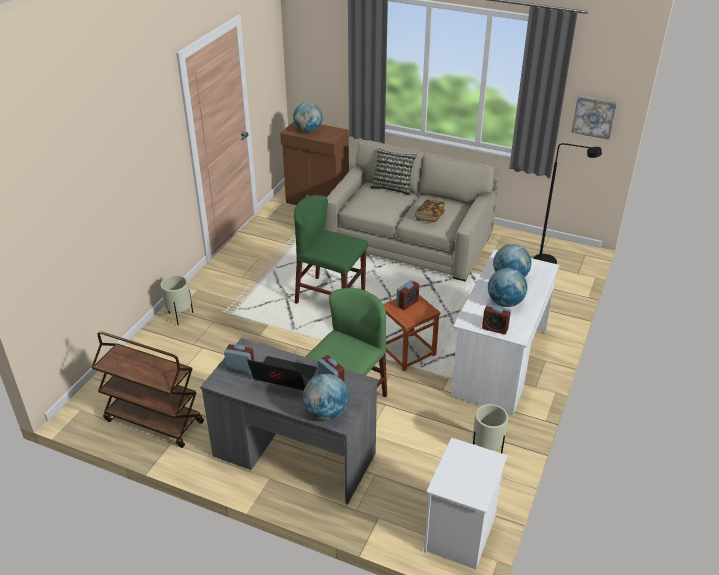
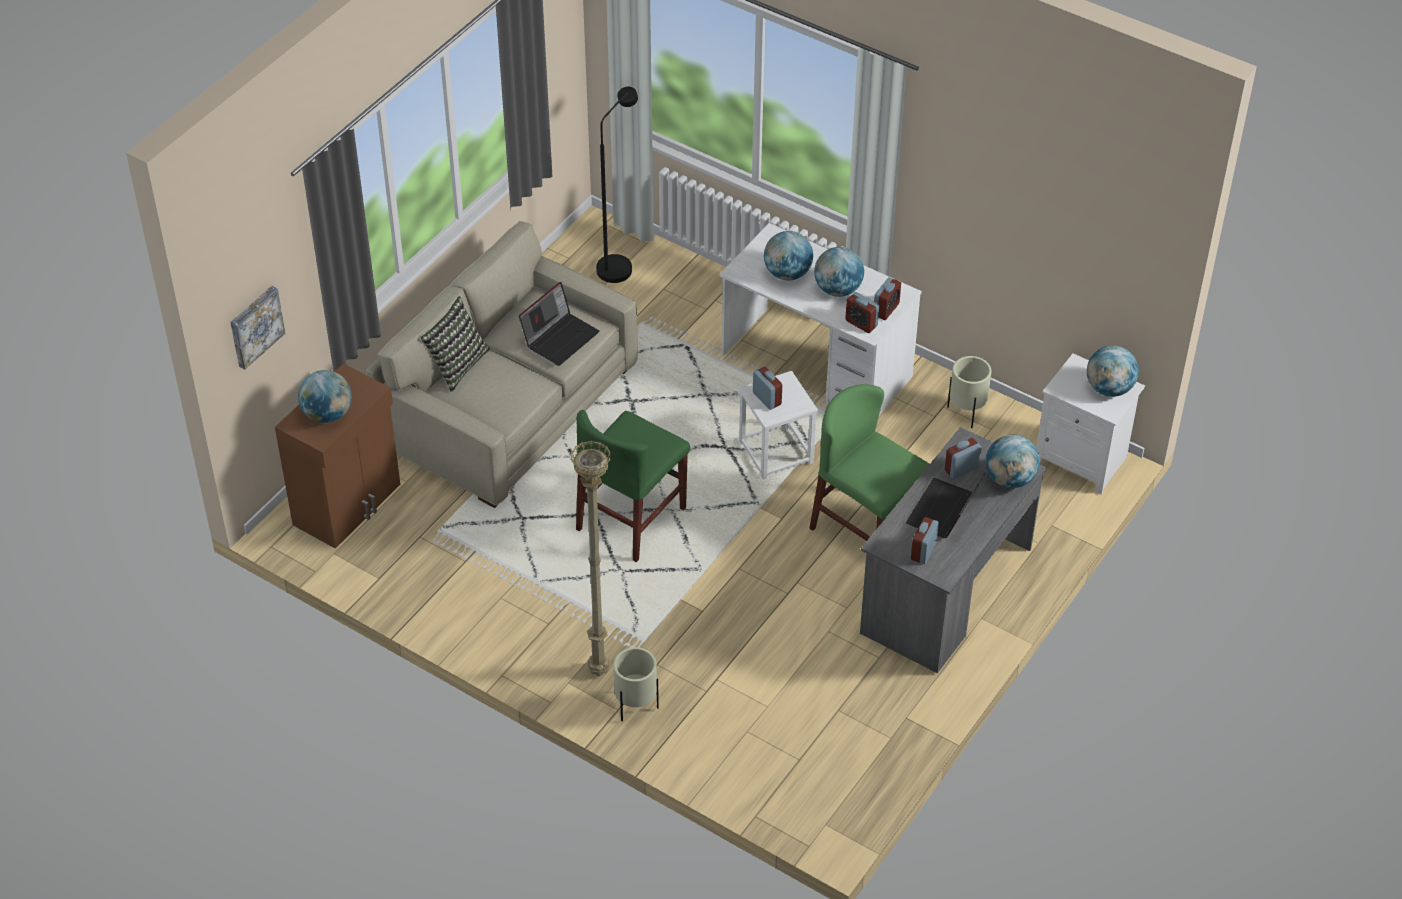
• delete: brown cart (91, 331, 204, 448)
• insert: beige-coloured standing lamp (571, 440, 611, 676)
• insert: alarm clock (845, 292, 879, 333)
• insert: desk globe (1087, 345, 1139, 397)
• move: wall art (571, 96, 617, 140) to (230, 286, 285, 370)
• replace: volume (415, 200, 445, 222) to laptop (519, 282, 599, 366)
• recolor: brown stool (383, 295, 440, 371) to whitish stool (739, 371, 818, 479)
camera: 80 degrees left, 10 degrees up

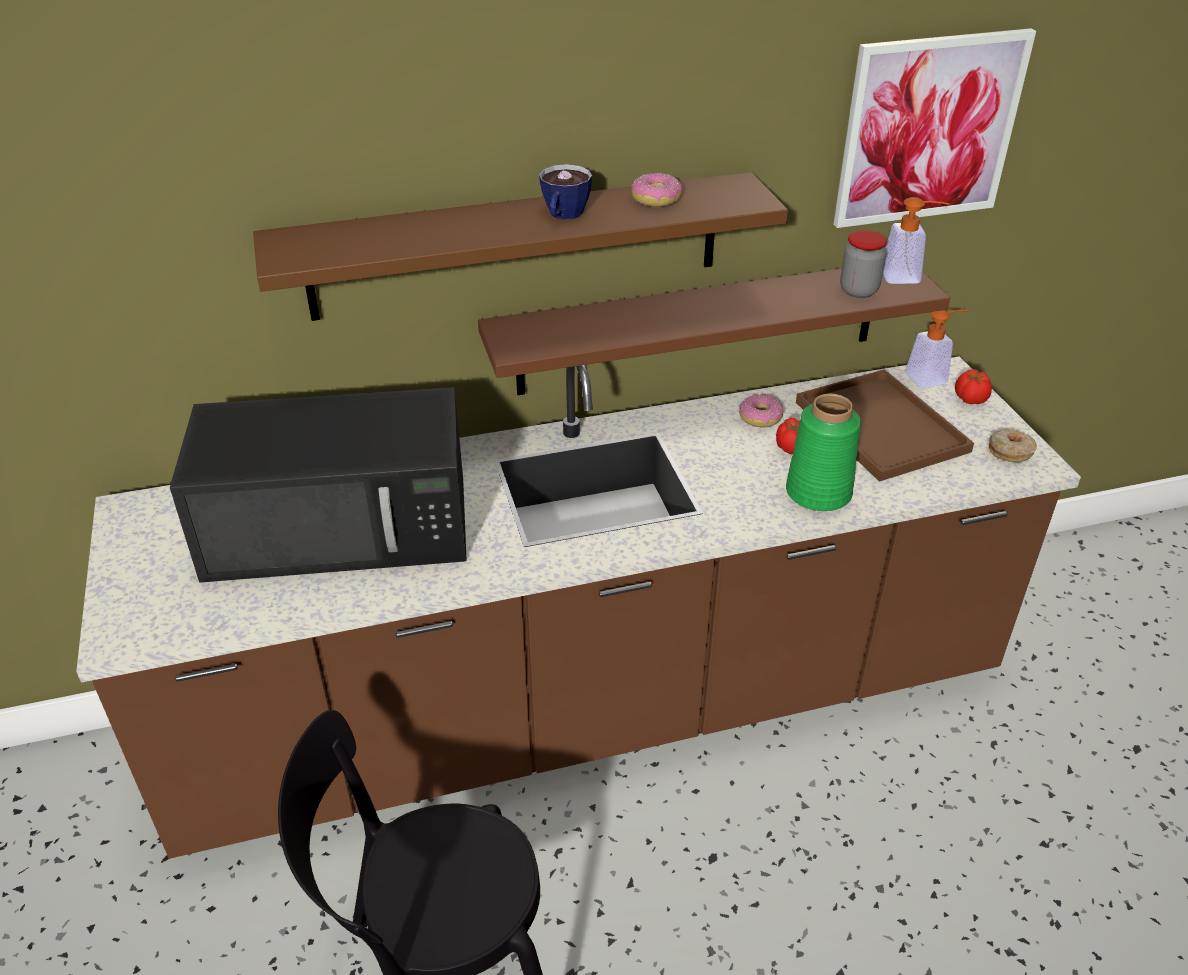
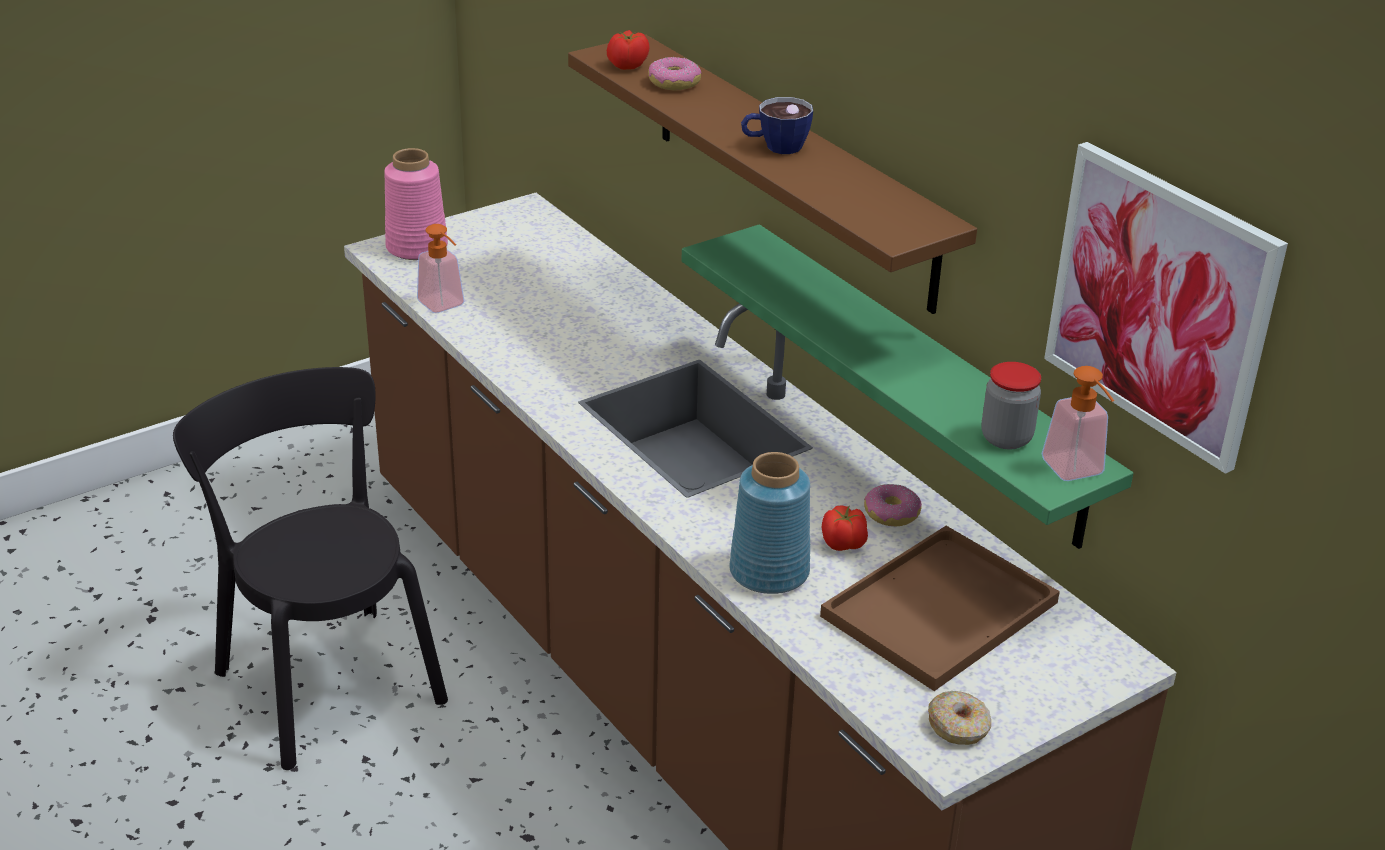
• delete: blackish kitchen microwave (170, 387, 467, 583)
• insert: pinkish flower vase (384, 148, 448, 260)
• move: doughnut (632, 173, 682, 207) to (648, 57, 702, 90)
• move: soap dispenser (905, 310, 969, 388) to (417, 224, 465, 313)
• move: whole tomato (955, 369, 992, 404) to (607, 30, 649, 70)
• recolor: brown wall shelf (478, 268, 950, 395) to green-coloured wall shelf (681, 224, 1133, 549)
• recolor: green-coloured flower vase (786, 394, 861, 511) to blue flower vase (729, 452, 810, 594)
camera: 70 degrees right, 5 degrees down

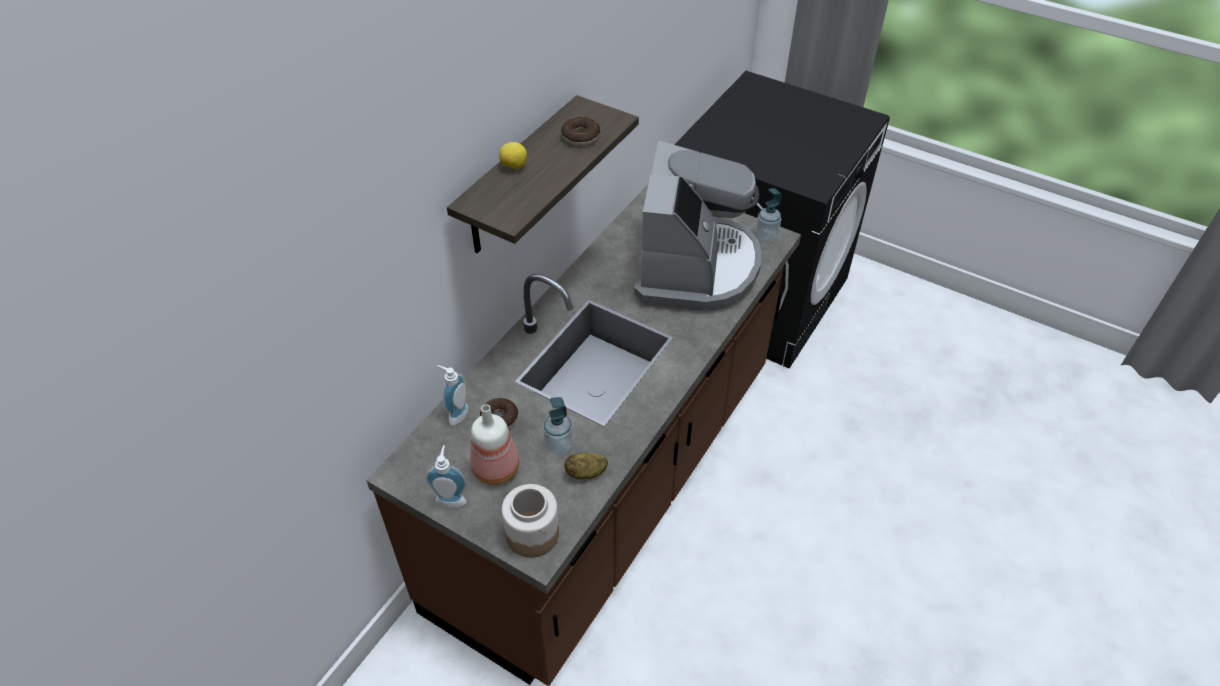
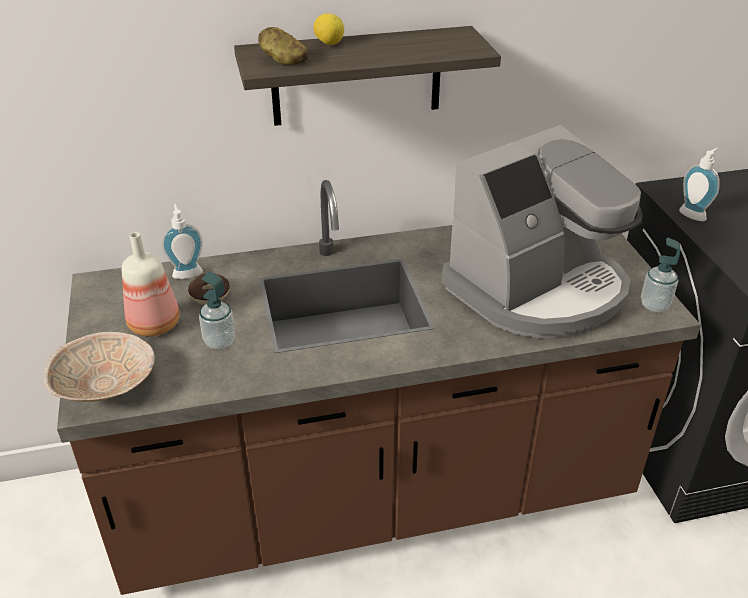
• delete: doughnut (561, 117, 600, 146)
• move: soap dispenser (425, 445, 467, 509) to (679, 148, 720, 221)
• move: whole potato (564, 453, 608, 479) to (258, 27, 308, 65)
• replace: preserve jar (502, 484, 559, 558) to beige-coloured deep dish (44, 332, 155, 402)
camera: 45 degrees right, 10 degrees down

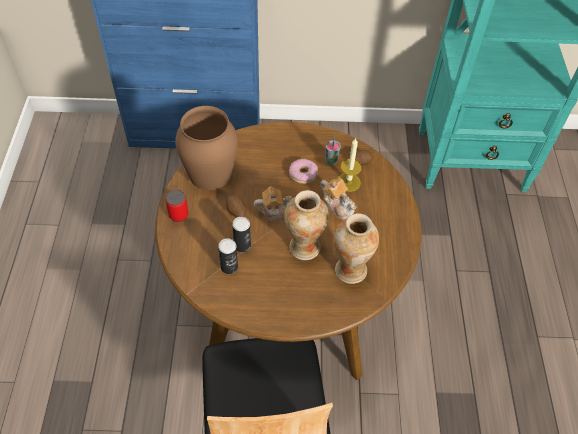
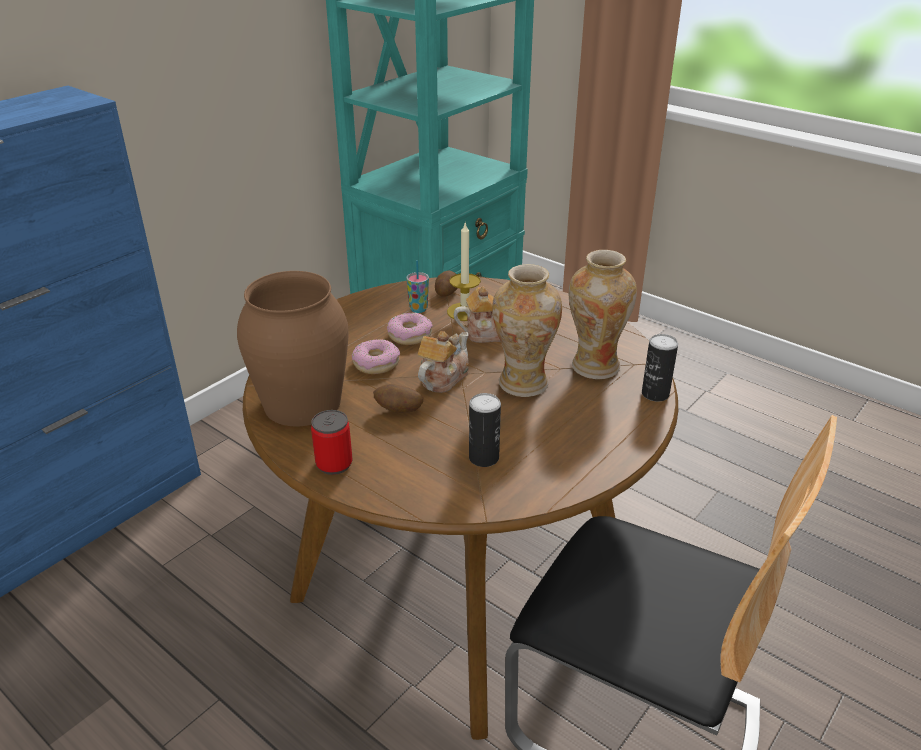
• insert: doughnut (352, 339, 400, 374)
• move: sealed can (232, 217, 251, 253) to (642, 334, 678, 402)
camera: 50 degrees left, 20 degrees down

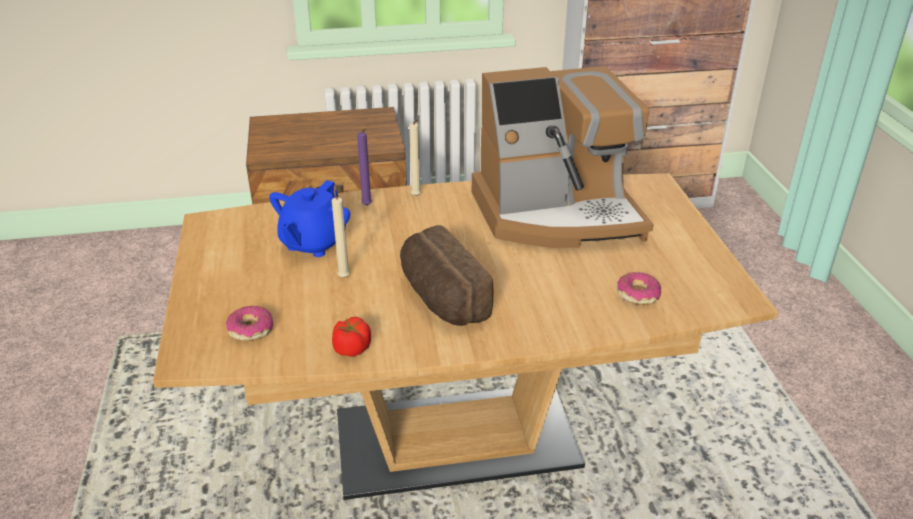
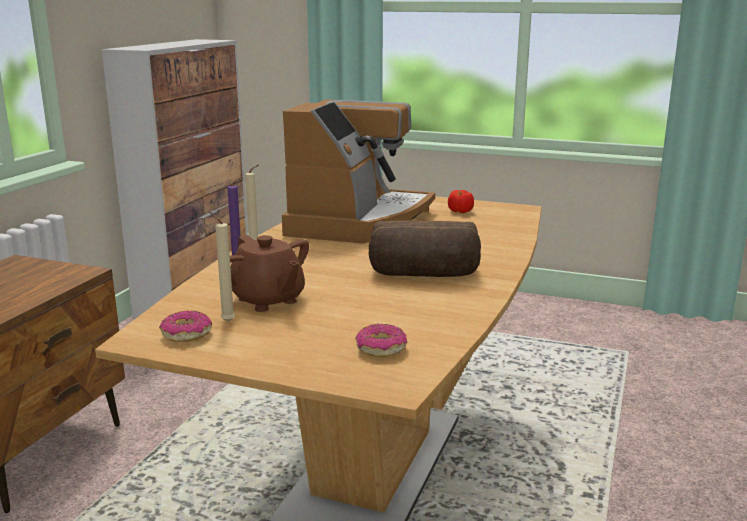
• move: beige-coloured wax candle (332, 185, 350, 278) to (209, 212, 235, 322)
• move: whole tomato (332, 317, 371, 357) to (448, 190, 474, 213)
• move: doughnut (617, 272, 661, 305) to (159, 311, 212, 342)
• recolor: blue tea pot (269, 180, 350, 257) to brown tea pot (230, 235, 309, 312)
camera: 60 degrees left, 15 degrees down

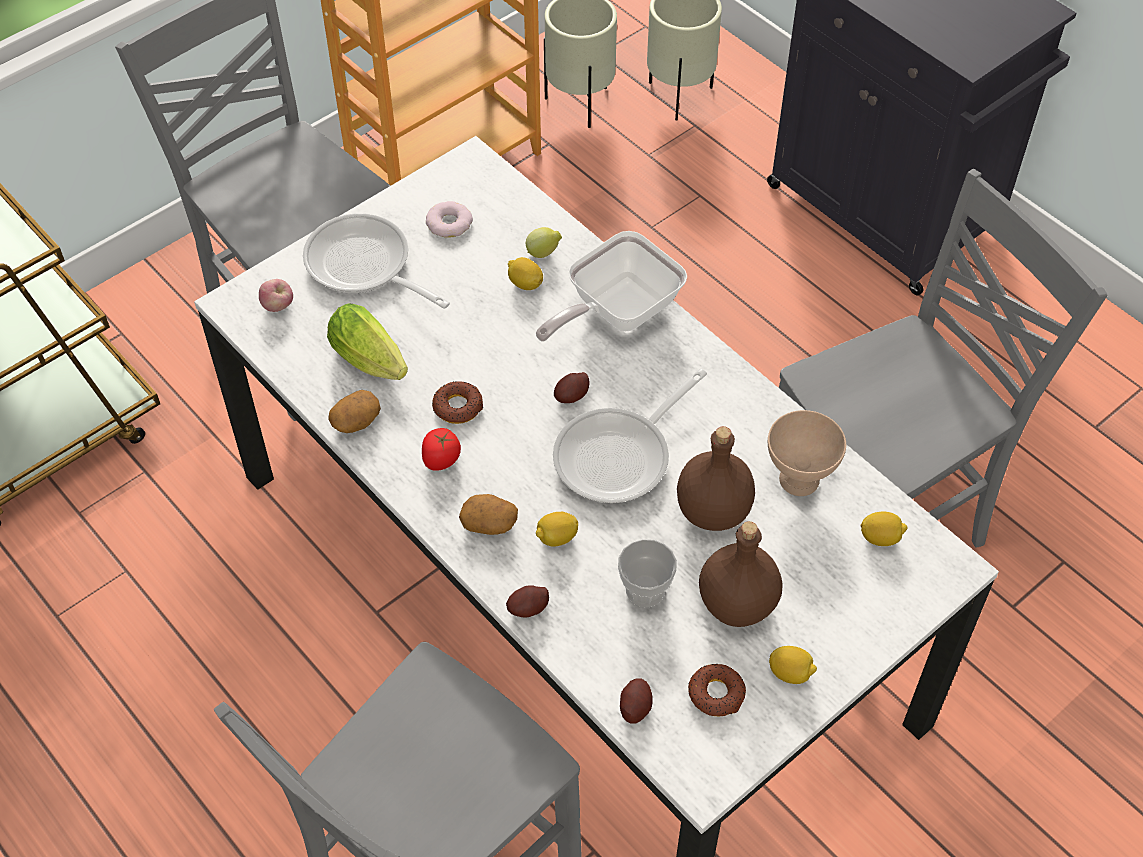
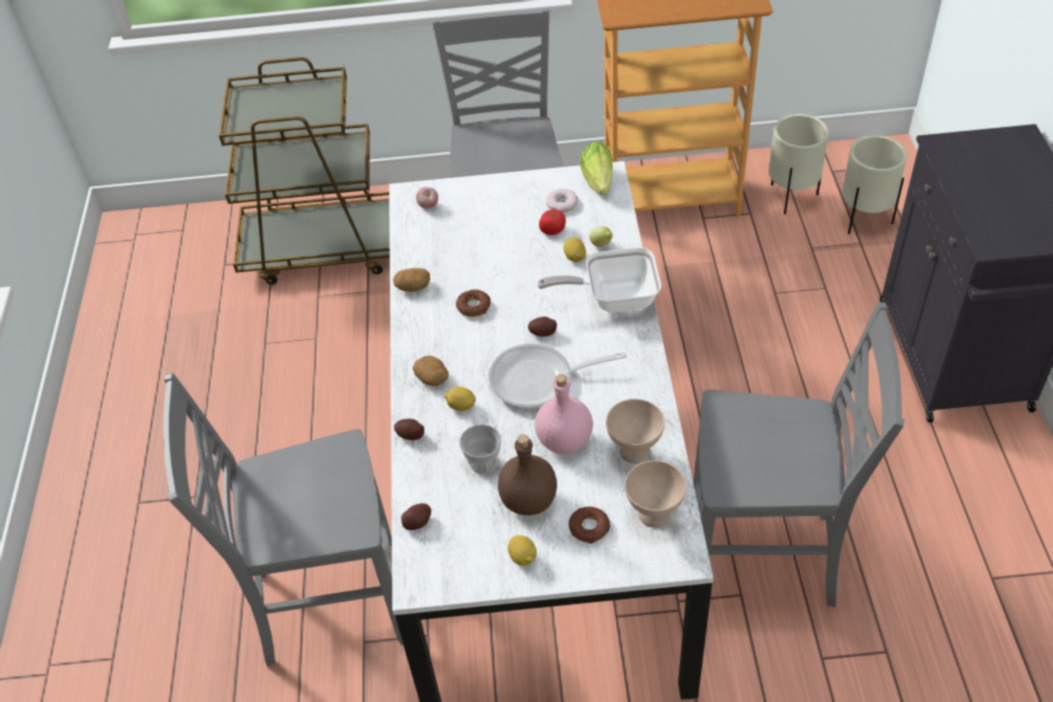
• delete: pan (303, 213, 450, 309)
• move: head of lettuce (327, 304, 408, 380) to (580, 141, 613, 195)
• move: whole tomato (422, 428, 461, 471) to (539, 209, 566, 235)
• move: doughnut (688, 664, 746, 717) to (569, 506, 610, 544)
• replace: citrus fruit (861, 512, 908, 546) to beige-coloured deep dish (625, 460, 686, 528)
• recolor: brown bottle (677, 426, 755, 531) to pinkish bottle (535, 374, 593, 454)
camera: 40 degrees right, 5 degrees down

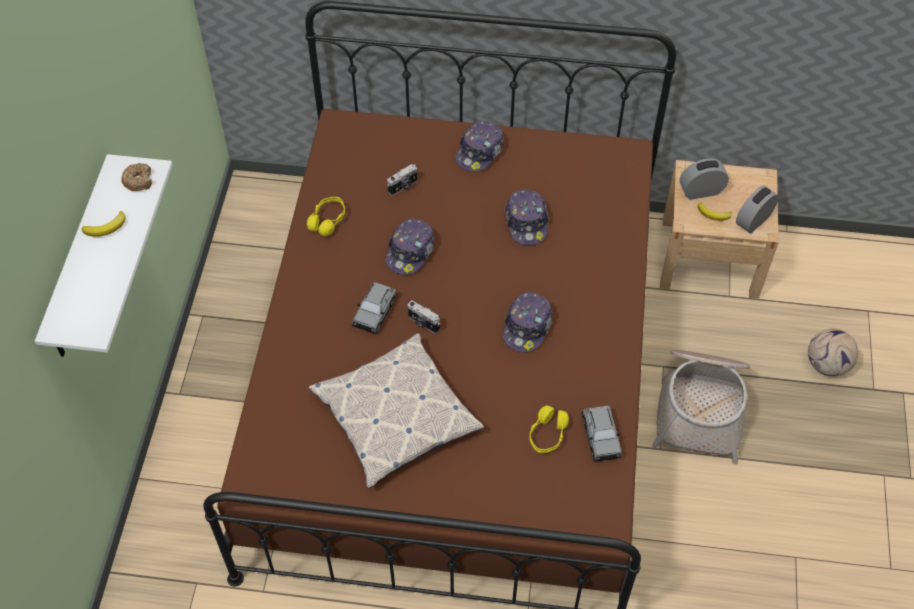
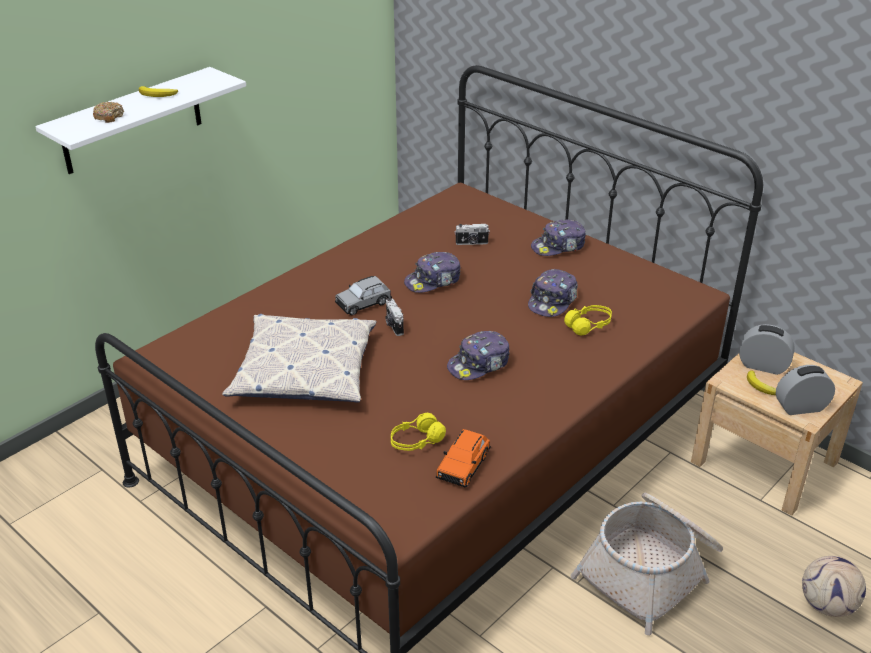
• move: doughnut (121, 163, 152, 191) to (93, 102, 124, 123)
• move: yellow headset (307, 197, 345, 236) to (564, 305, 612, 336)
• recolor: greyish model car (581, 405, 622, 462) to orangey model car (436, 429, 491, 487)
camera: 35 degrees right, 20 degrees down

